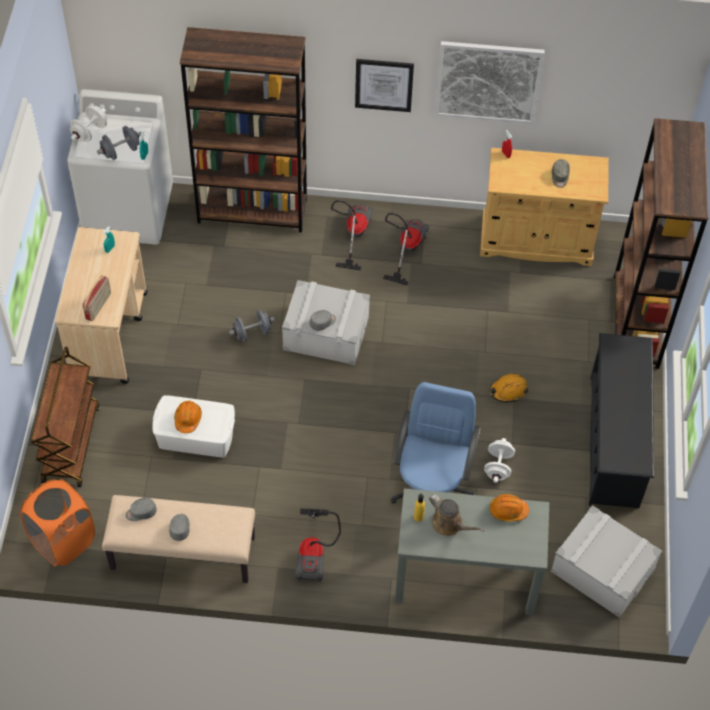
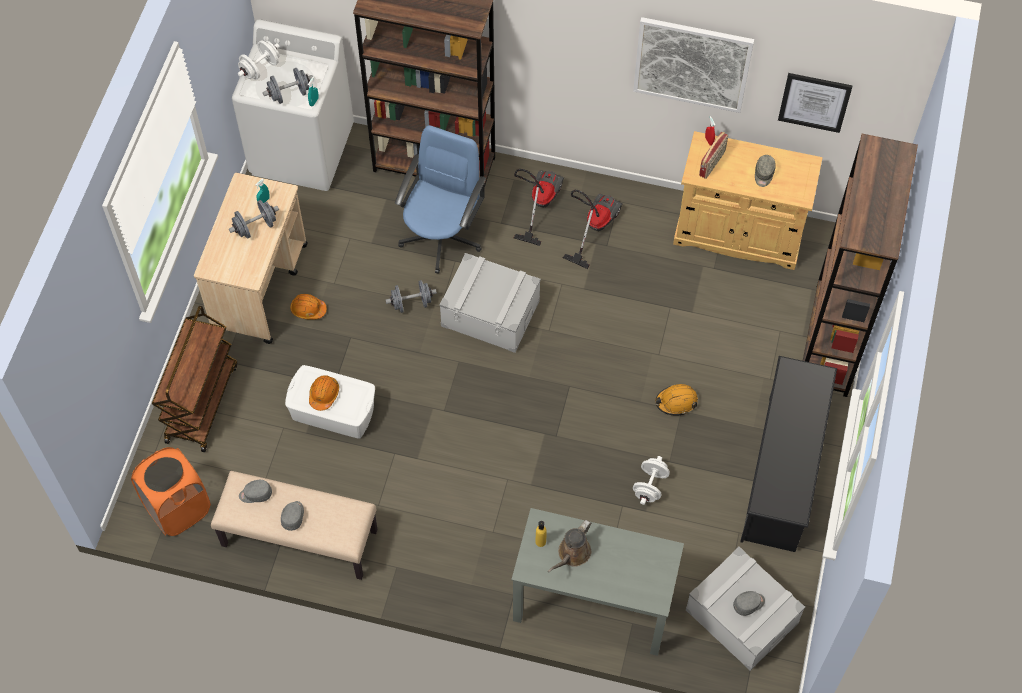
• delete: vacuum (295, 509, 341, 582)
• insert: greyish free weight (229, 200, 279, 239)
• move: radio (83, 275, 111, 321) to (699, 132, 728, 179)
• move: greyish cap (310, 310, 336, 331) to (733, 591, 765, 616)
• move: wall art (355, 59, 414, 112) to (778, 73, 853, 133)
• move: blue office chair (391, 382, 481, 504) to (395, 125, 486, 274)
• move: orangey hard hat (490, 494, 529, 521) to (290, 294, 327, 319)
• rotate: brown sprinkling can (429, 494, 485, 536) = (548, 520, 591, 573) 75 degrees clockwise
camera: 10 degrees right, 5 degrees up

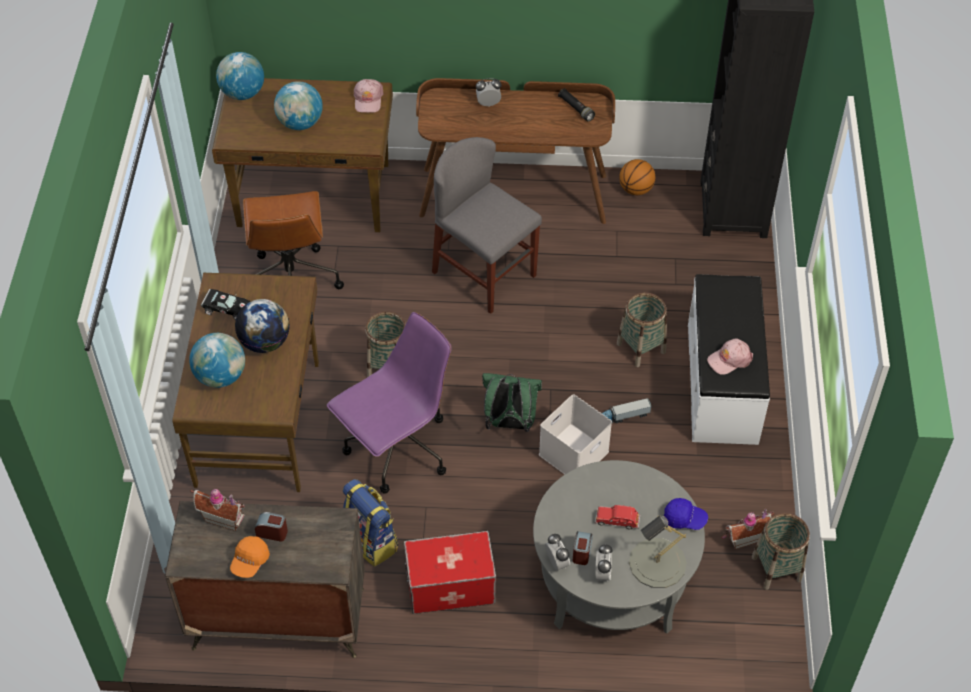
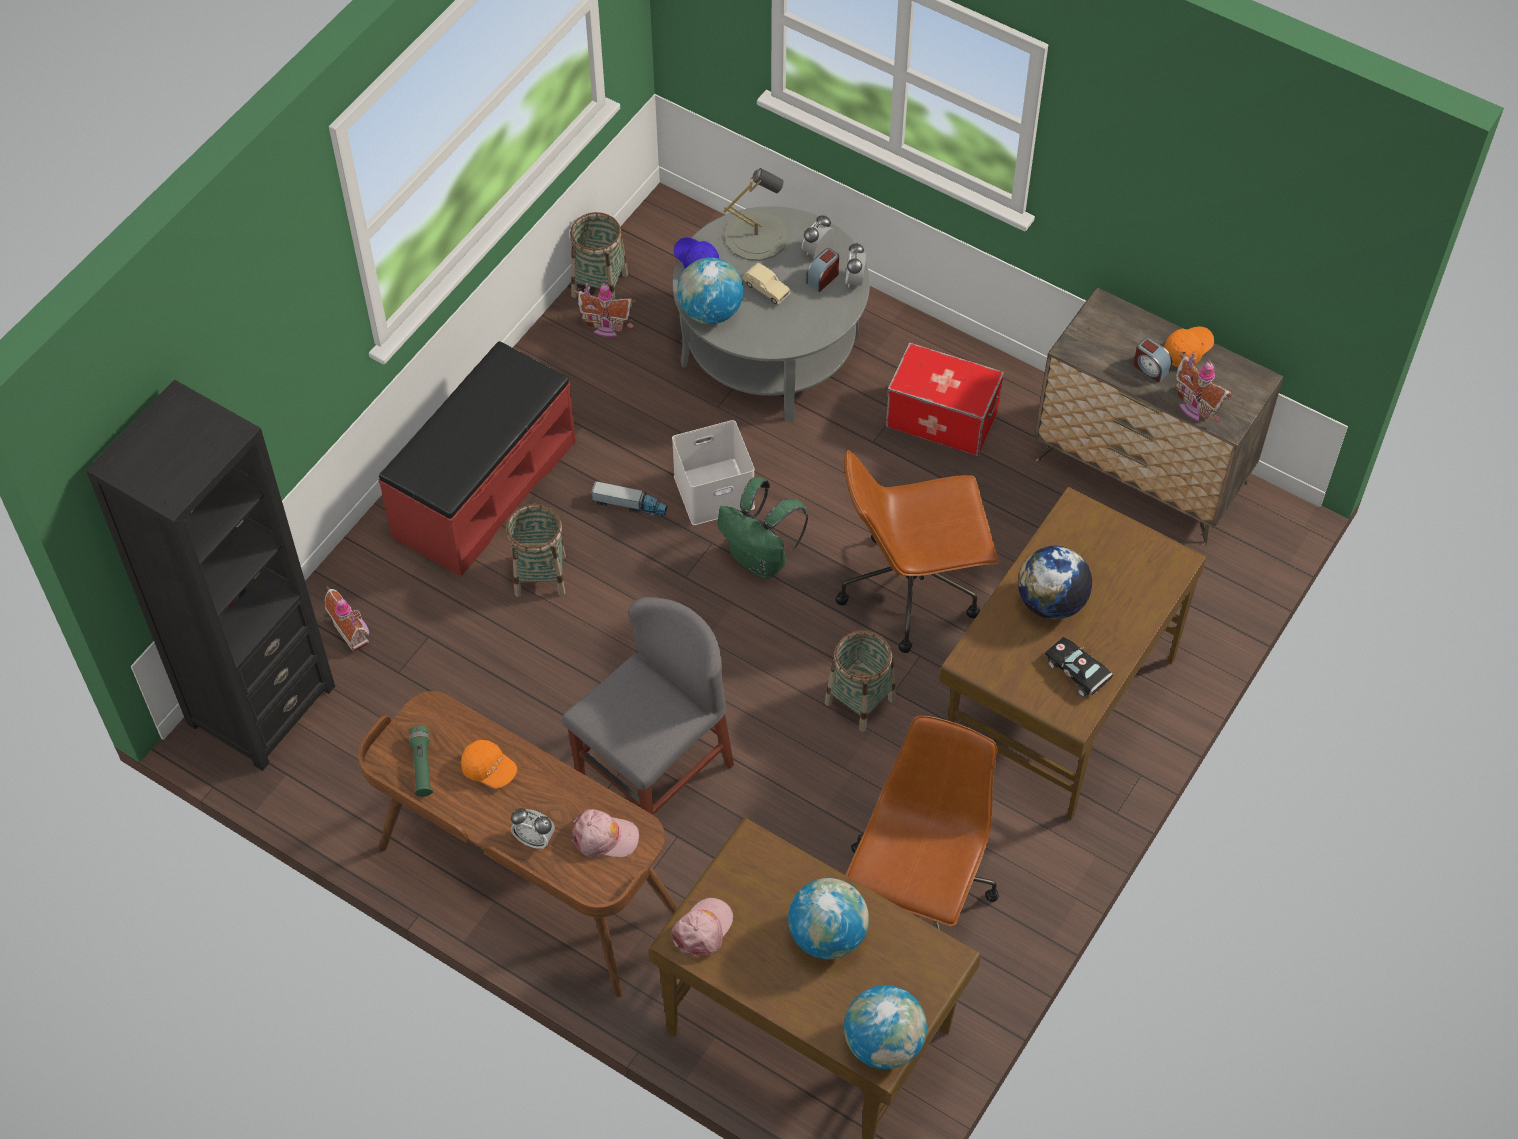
• delete: knapsack (343, 479, 398, 567)
• delete: ball for basketball (619, 159, 655, 195)
• insert: miniature house (325, 586, 370, 653)
• insert: orangey cap (461, 740, 517, 789)
• move: desk globe (189, 333, 245, 388) to (677, 257, 744, 324)
• move: pinkish cap (707, 338, 753, 375) to (571, 809, 639, 858)
• recolor: purple office chair (327, 312, 452, 494) to brown office chair (836, 450, 999, 653)
• recolor: blackish flashlight (558, 88, 595, 122) to green-coloured flashlight (409, 726, 433, 797)
• recolor: reddish model car (595, 505, 640, 529) to beige-coloured model car (741, 263, 791, 305)
• recolor: whitish indoor bench (688, 274, 770, 445) to reddish indoor bench (378, 341, 576, 577)
• rotate: greyish upright chair (432, 137, 542, 314) = (562, 597, 734, 815) 120 degrees counterclockwise
camera: 150 degrees left, 5 degrees up

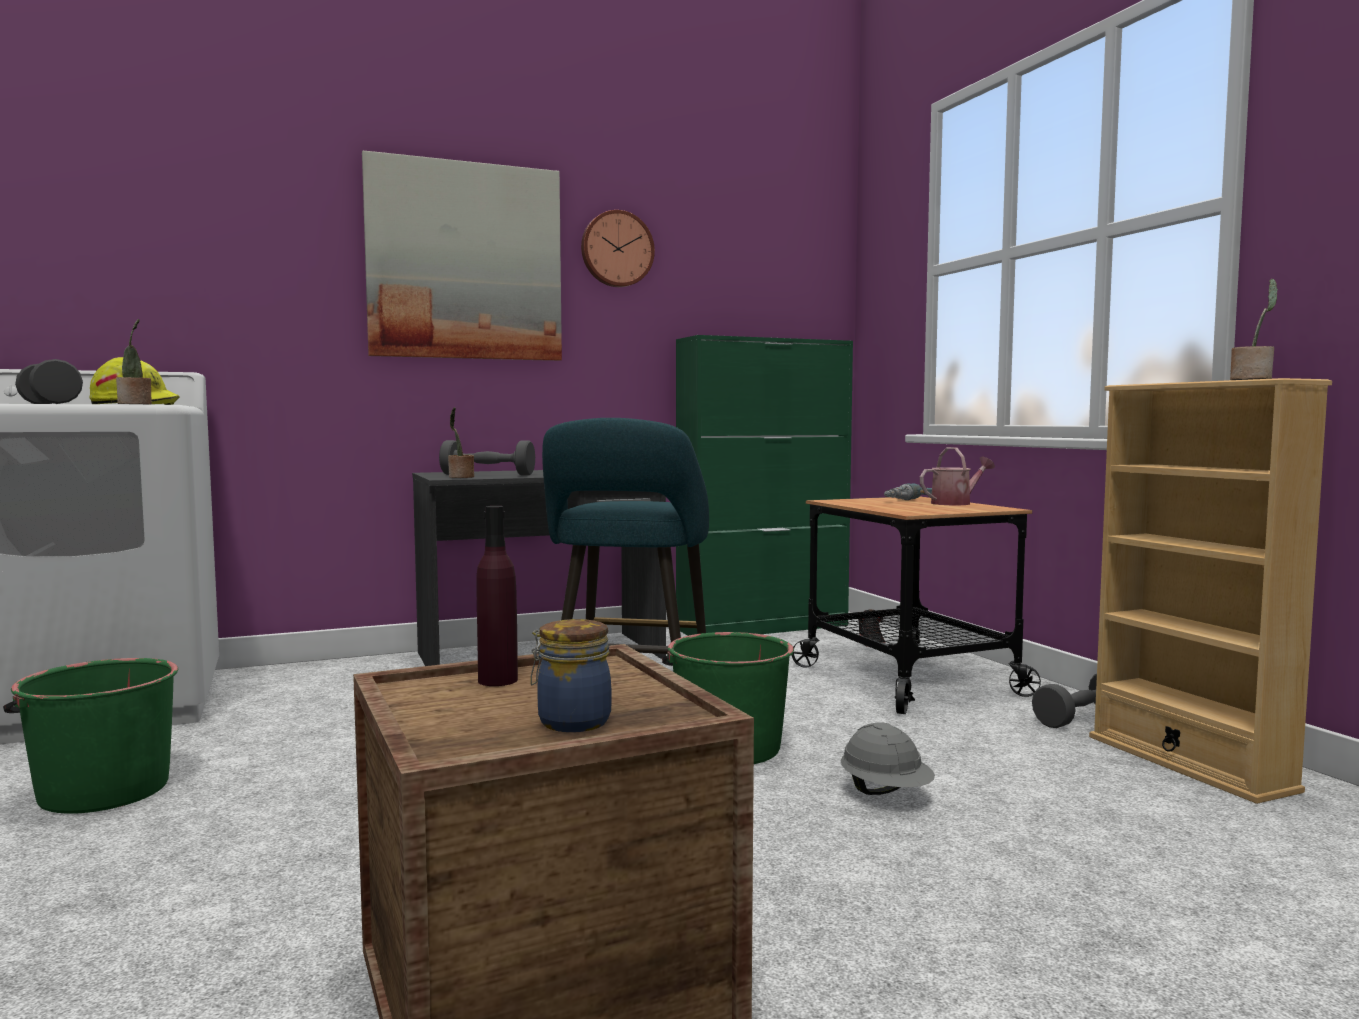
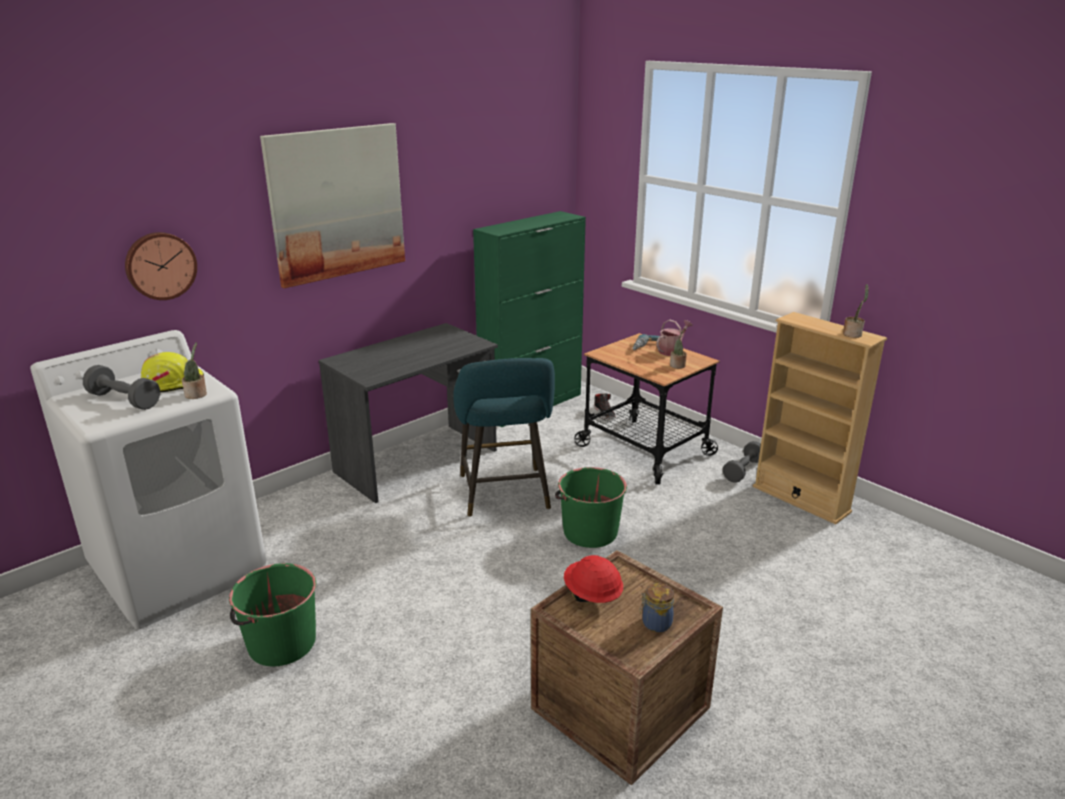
• delete: greyish free weight (439, 440, 535, 475)
• delete: greyish hard hat (840, 722, 935, 795)
• move: potted plant (448, 407, 474, 478) to (670, 328, 687, 369)
• move: clock on the wall (581, 210, 655, 287) to (125, 232, 197, 300)
• replace: purple bottle (476, 506, 518, 686) to reddish hard hat (564, 555, 623, 603)
camera: 20 degrees left, 20 degrees up

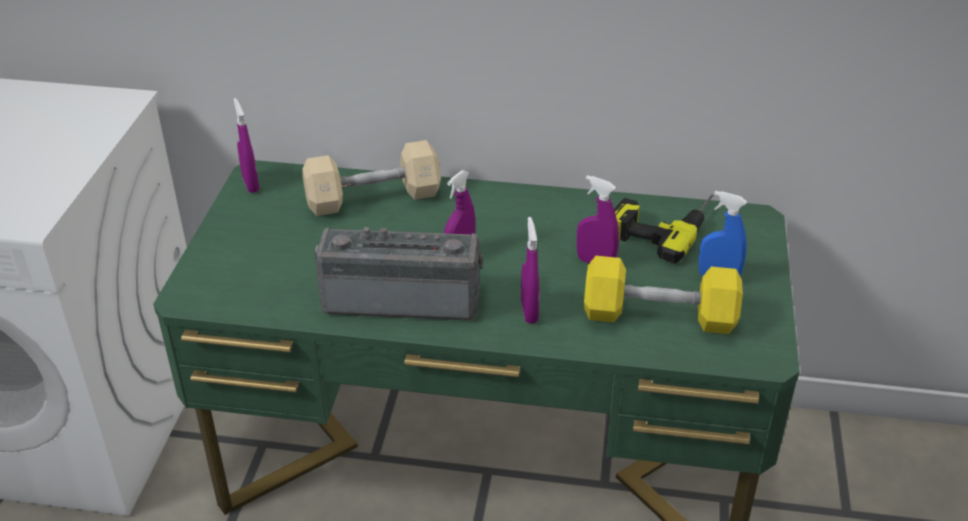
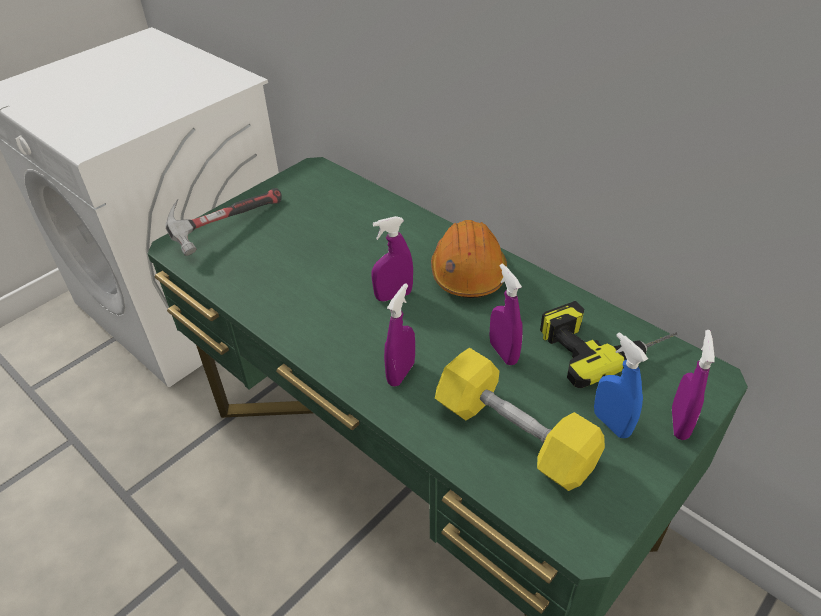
• delete: beige-coloured free weight (302, 140, 441, 216)
• delete: radio (315, 227, 483, 321)
• insert: hand hammer (166, 188, 282, 256)
• insert: orangey hard hat (431, 220, 507, 298)
• move: purple spray bottle (233, 98, 259, 193) to (672, 330, 715, 440)
camera: 35 degrees right, 5 degrees up

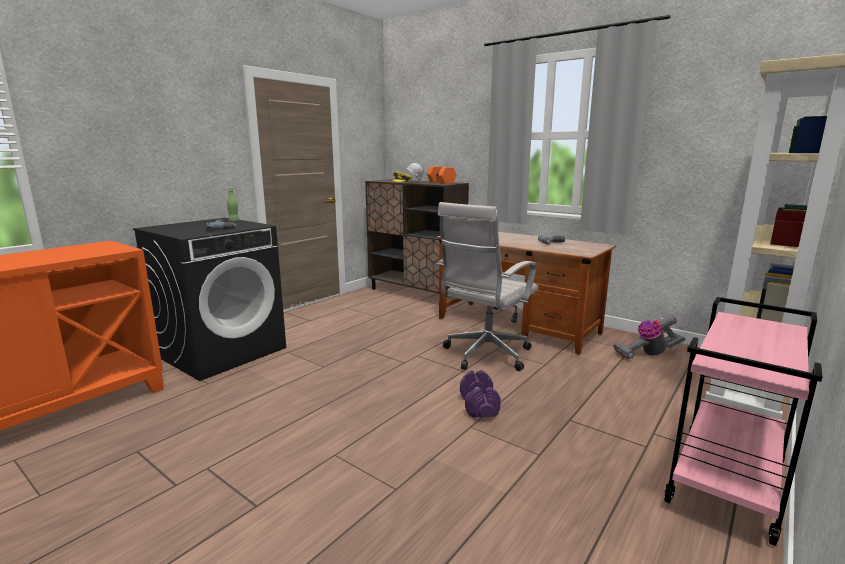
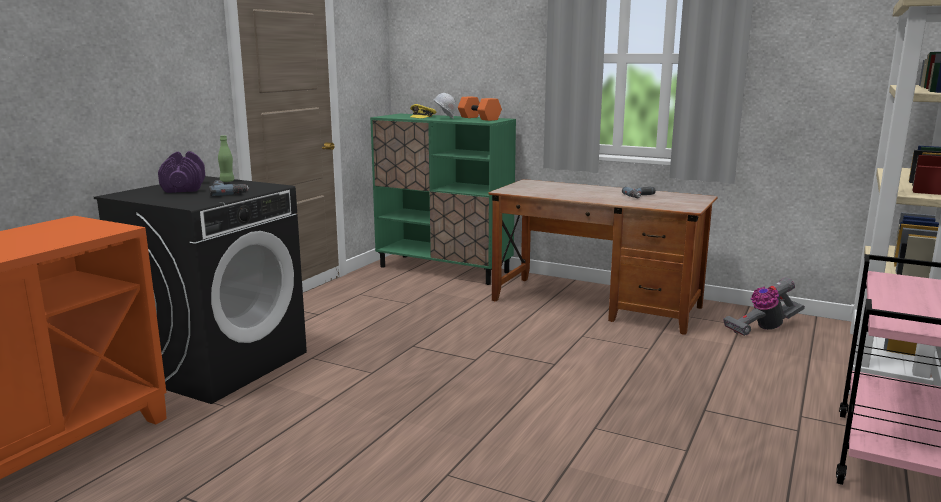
• delete: whitish office chair (437, 202, 538, 371)
• move: purple free weight (460, 370, 501, 418) to (158, 151, 205, 193)
• recolor: brown cabinet (365, 179, 469, 294) to green-coloured cabinet (370, 114, 516, 285)
camera: 10 degrees left, 0 degrees up

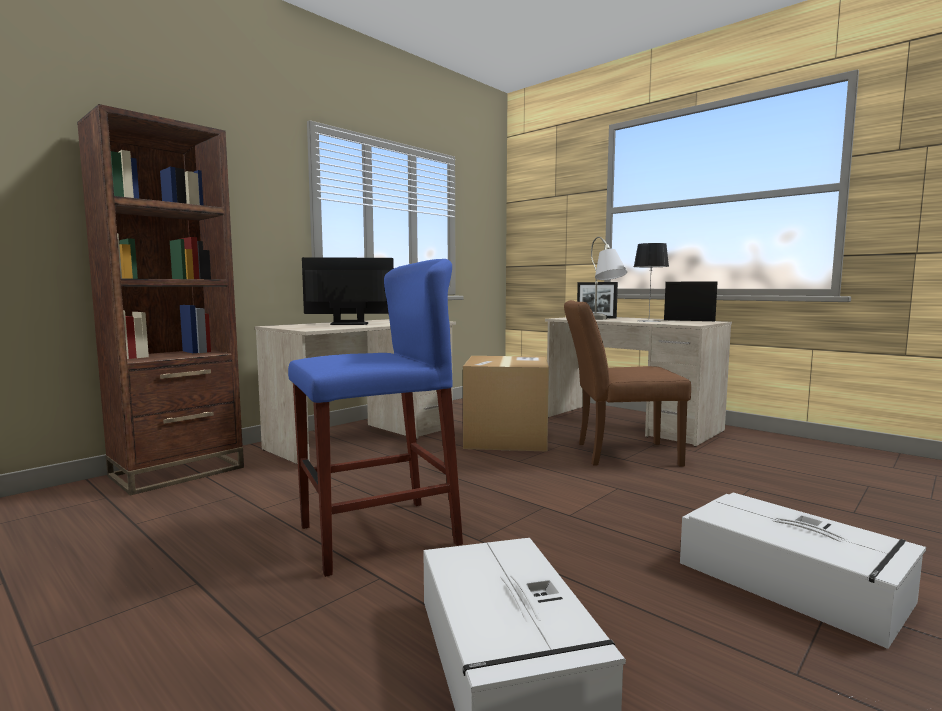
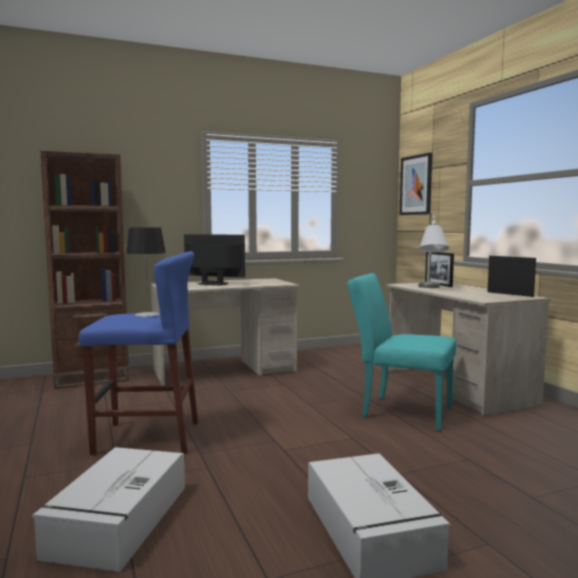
• delete: cardboard box (463, 356, 549, 451)
• insert: wall art (400, 152, 432, 215)
• move: tabletop lamp (634, 243, 669, 322) to (126, 227, 166, 317)
• recolor: brown upright chair (564, 300, 691, 467) to turquoise-coloured upright chair (347, 273, 456, 431)
camera: 25 degrees right, 0 degrees up

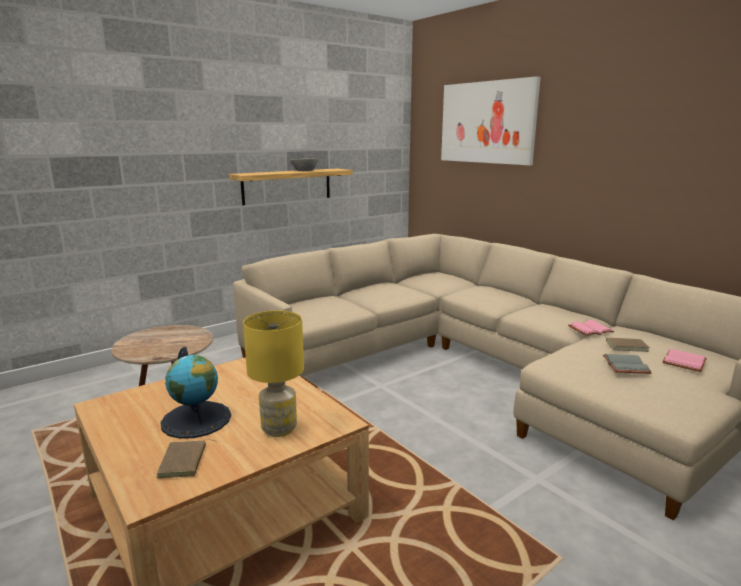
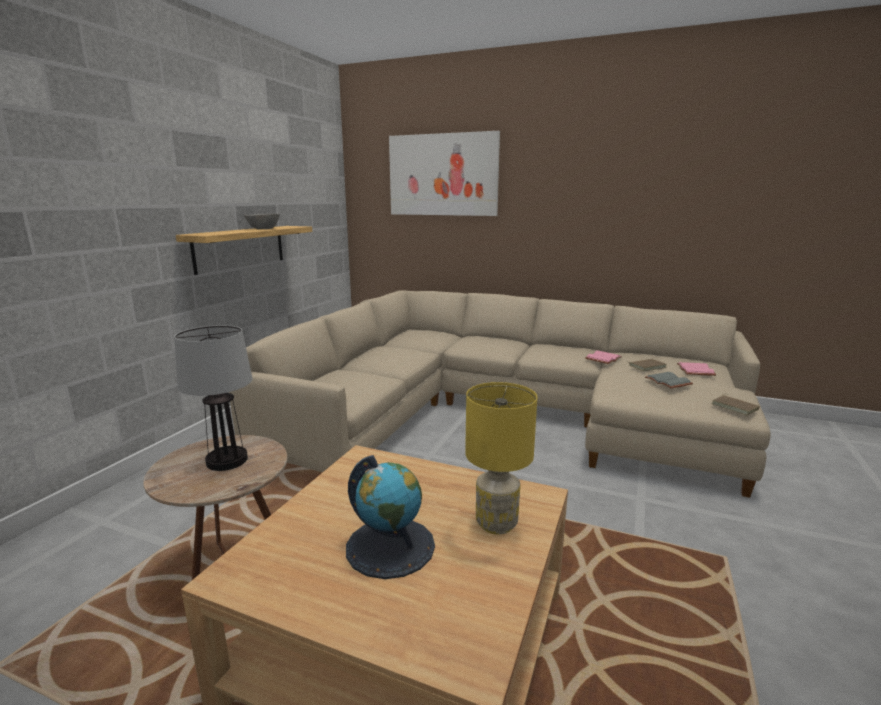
• insert: tabletop lamp (174, 325, 253, 471)
• move: brown volume (157, 439, 217, 478) to (711, 394, 760, 415)
camera: 30 degrees left, 0 degrees up

